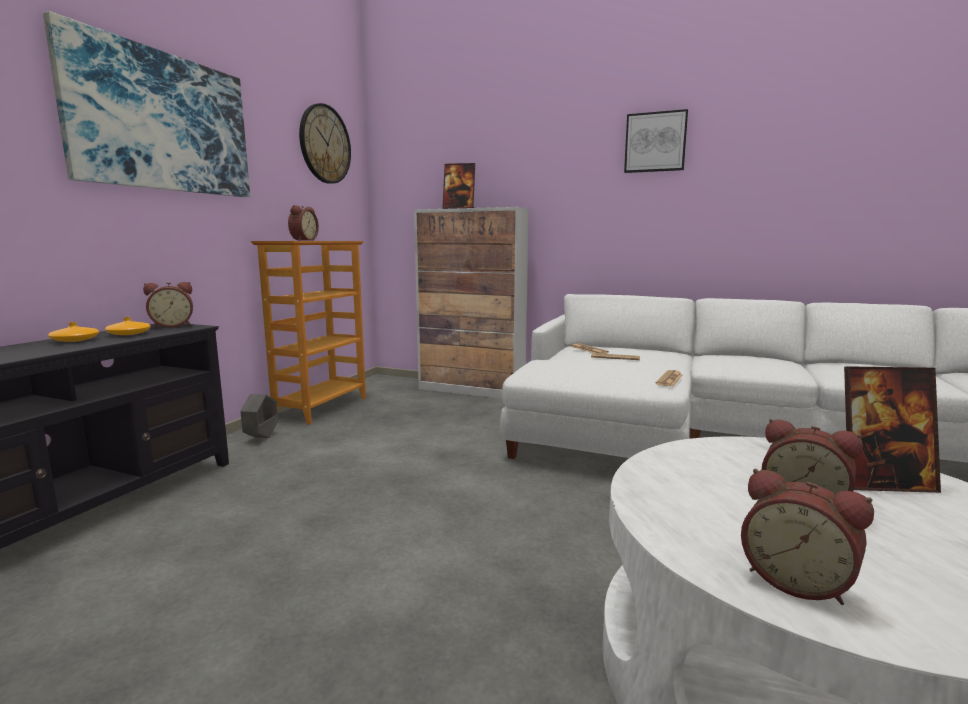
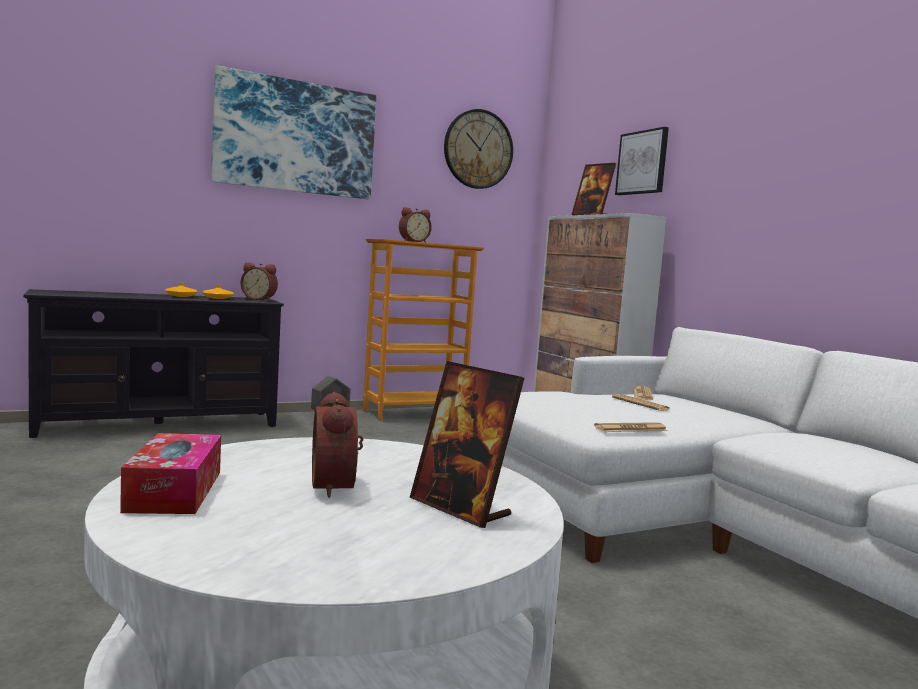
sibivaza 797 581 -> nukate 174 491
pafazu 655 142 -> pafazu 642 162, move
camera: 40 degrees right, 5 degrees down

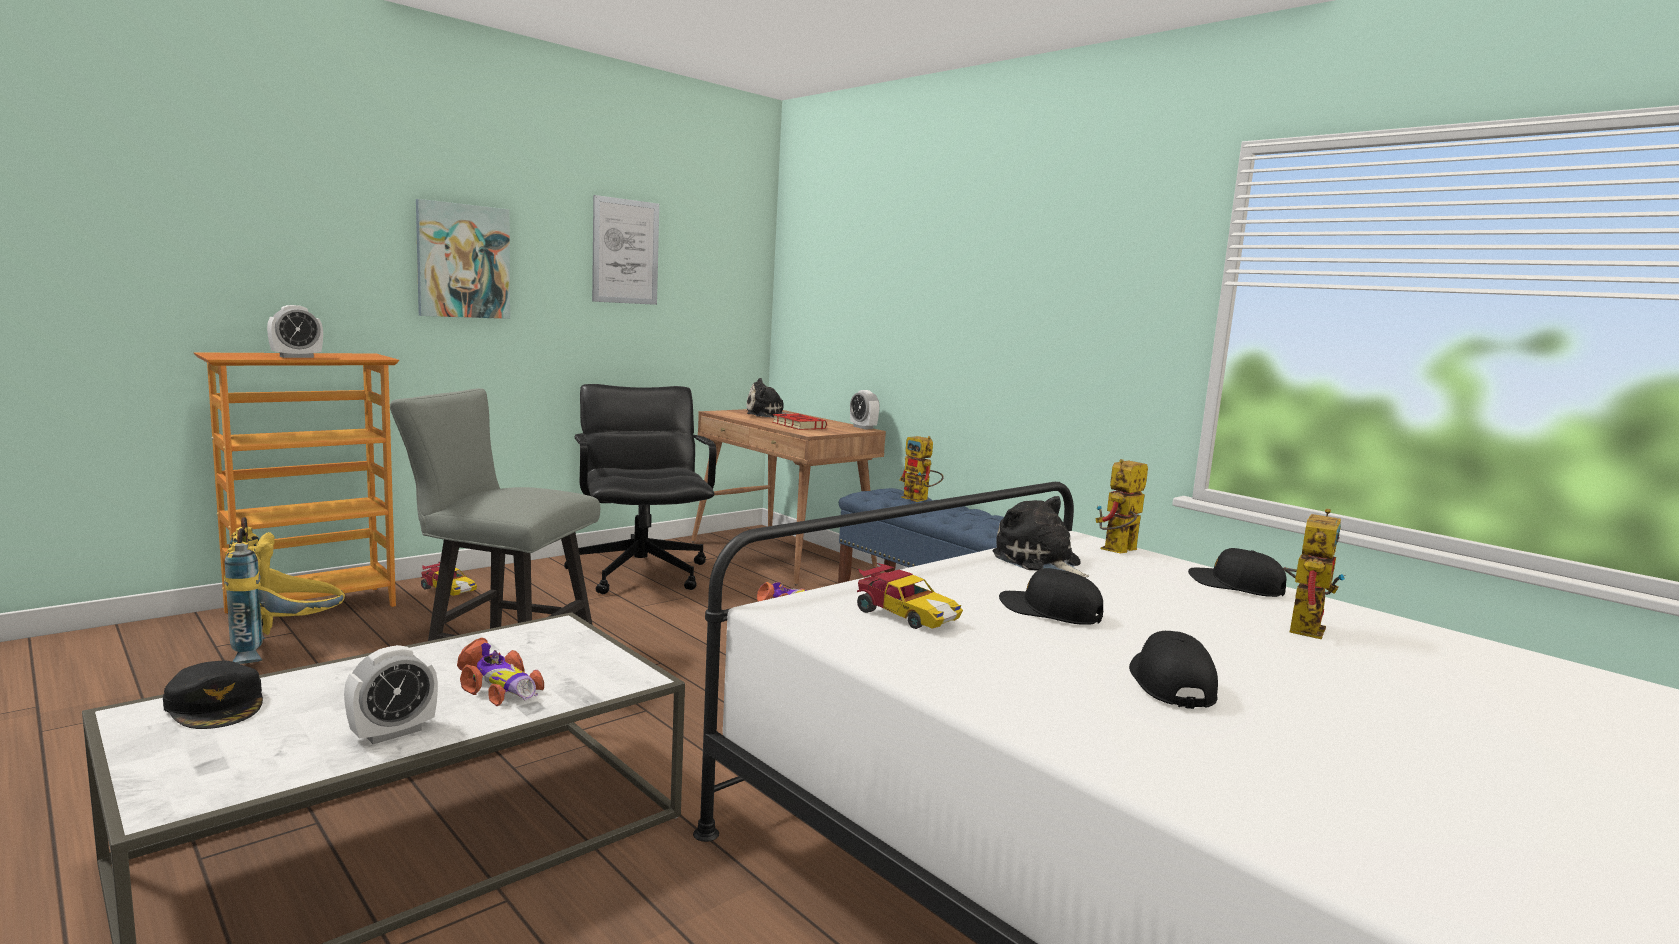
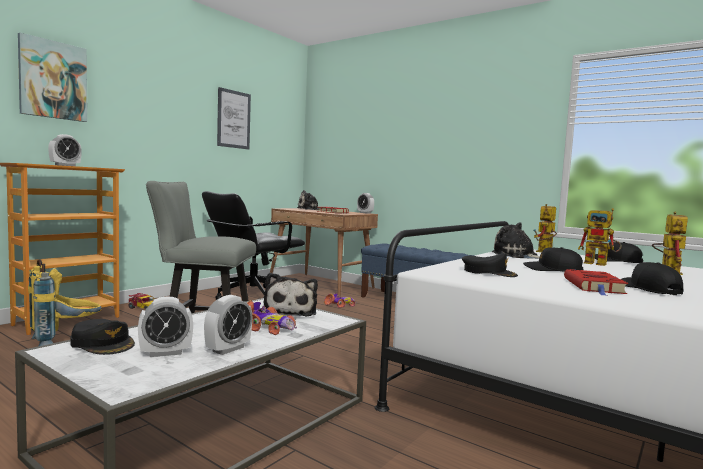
pafazu 463 261 -> pafazu 53 80, move
none -> sibivaza 165 353
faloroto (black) 641 573 -> faloroto (black) 251 296, 105 degrees counterclockwise
none -> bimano 290 311
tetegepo 904 615 -> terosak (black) 488 272
none -> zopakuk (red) 594 286
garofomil 920 499 -> garofomil 601 264, move
camera: 10 degrees left, 5 degrees down

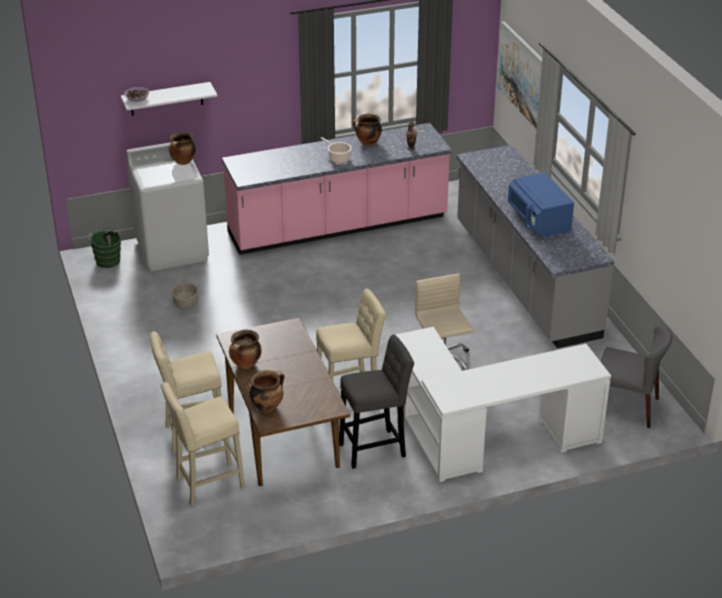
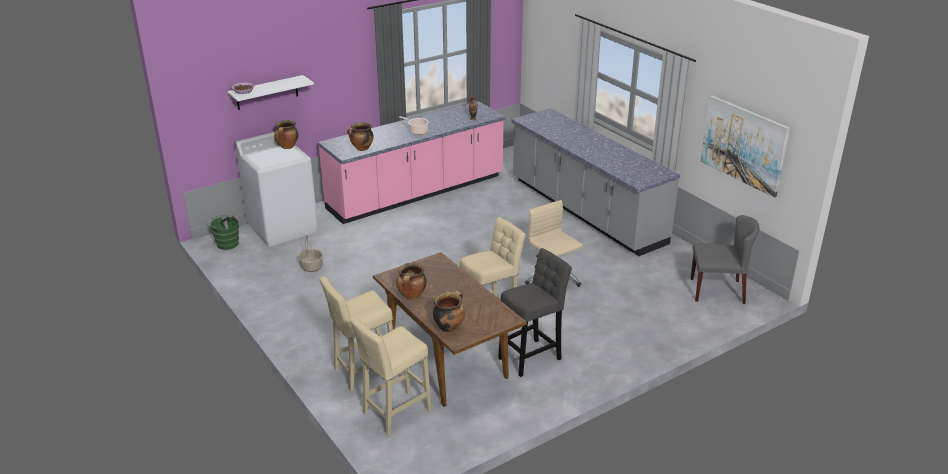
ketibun 367 143 -> ketibun 362 149, move
pafazu 522 74 -> pafazu 743 145, move
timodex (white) 484 436 -> none
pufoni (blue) 538 221 -> none
camera: 15 degrees left, 5 degrees down

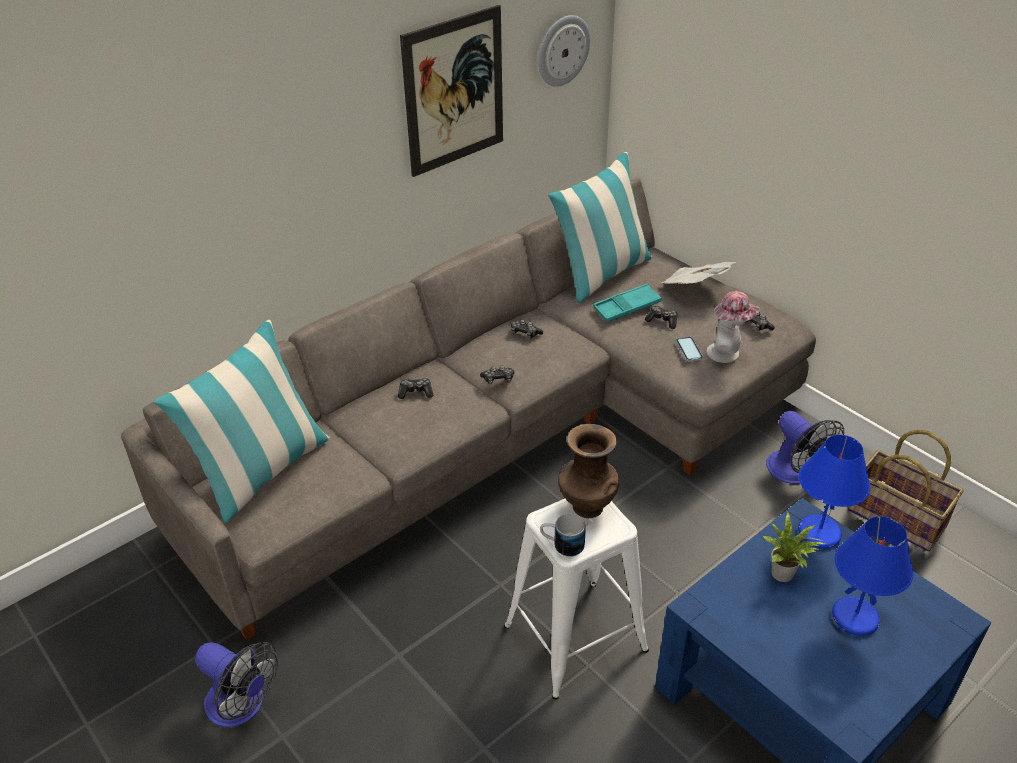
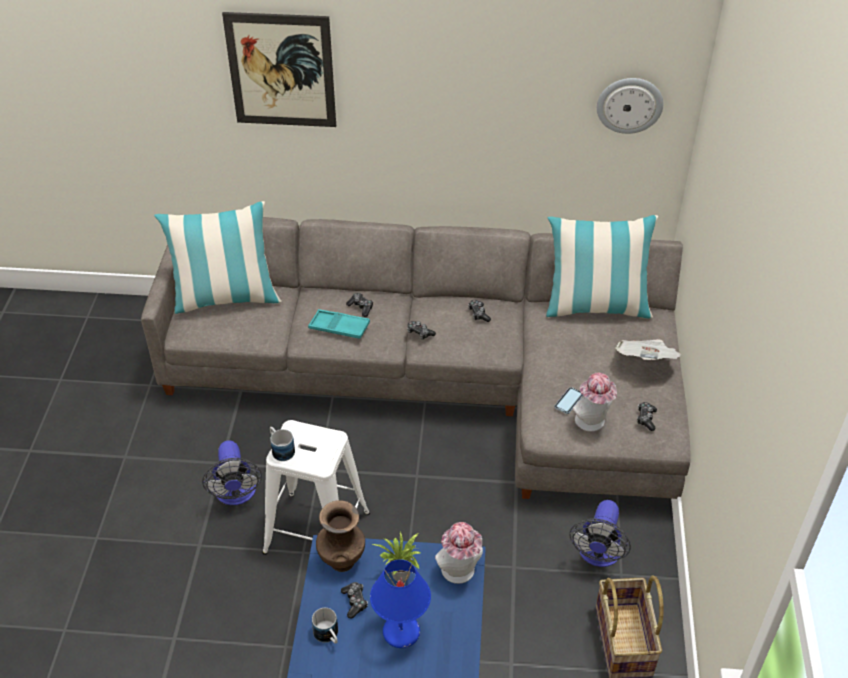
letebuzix 242 706 -> letebuzix 236 495, move
pafazu 454 91 -> pafazu 281 70, move
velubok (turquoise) 627 307 -> velubok (turquoise) 339 327, move
none -> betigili 328 636
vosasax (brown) 586 507 -> vosasax (brown) 341 560, move
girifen 662 321 -> girifen 355 602, move
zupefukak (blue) 818 532 -> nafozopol 460 573
camera: 45 degrees right, 5 degrees up

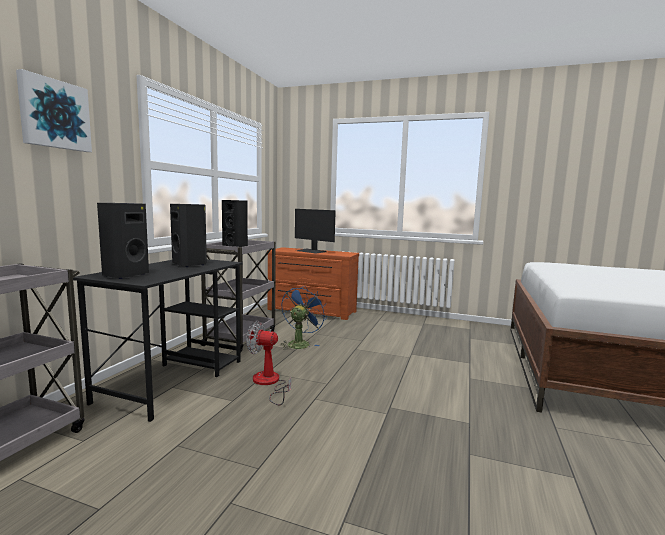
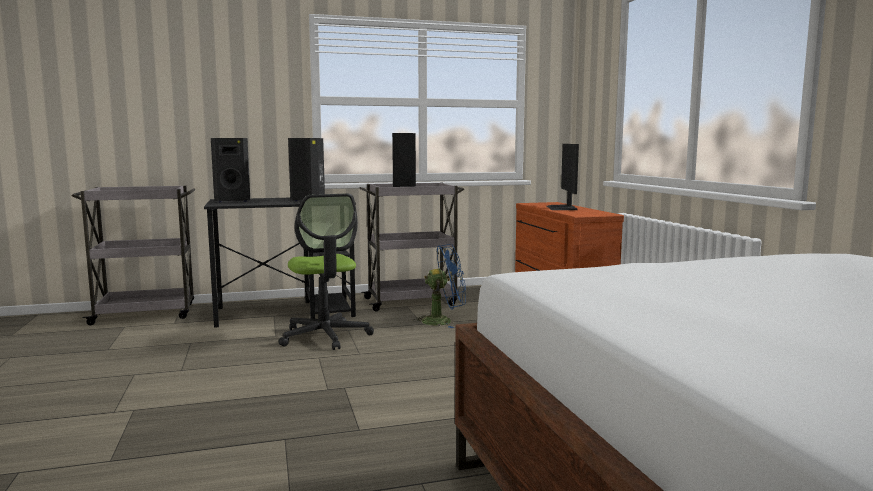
letebuzix 269 383 -> faloroto 325 336
pafazu 54 114 -> none
camera: 55 degrees right, 0 degrees up

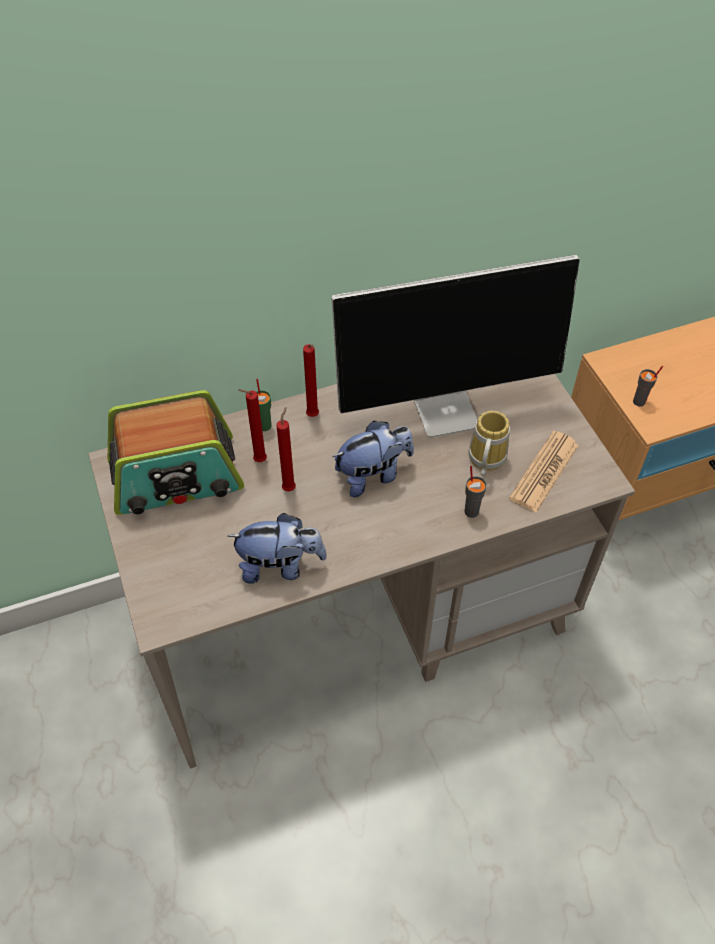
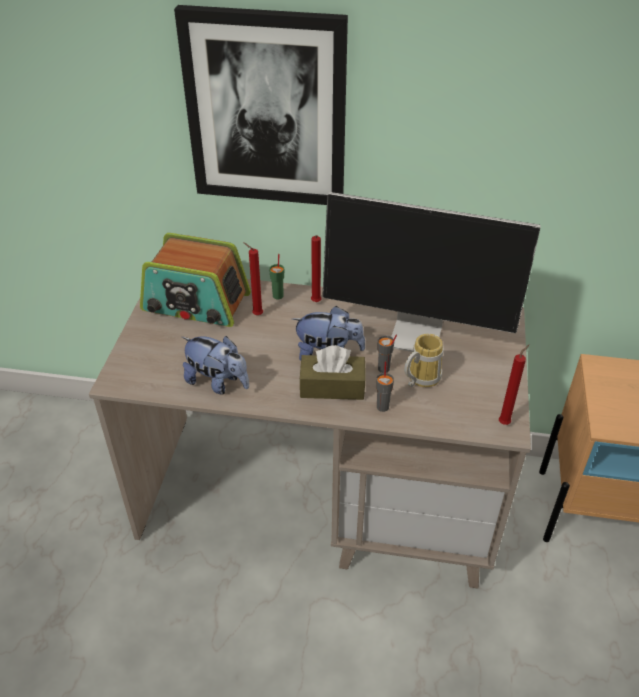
none -> pafazu 266 110
none -> nukate (brown) 332 387
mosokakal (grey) 639 402 -> mosokakal (grey) 384 369, move
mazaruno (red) 290 487 -> mazaruno (red) 505 422, move
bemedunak 544 472 -> none
camera: 30 degrees right, 10 degrees down

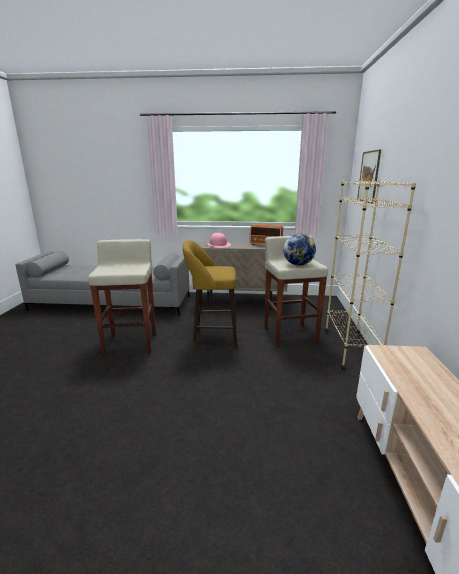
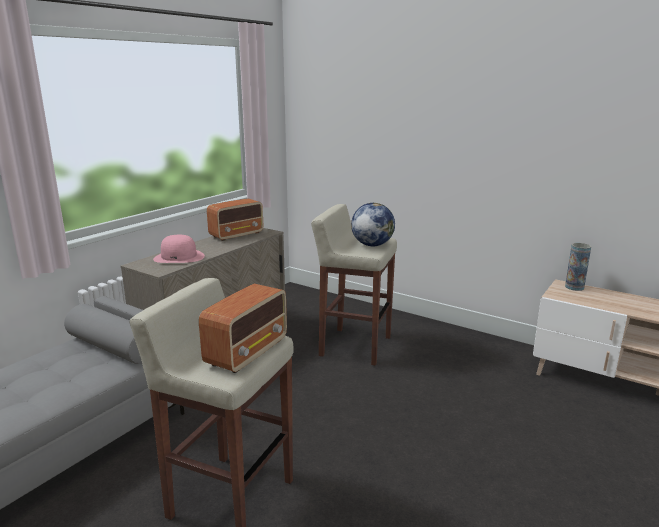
none -> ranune 248 352
none -> vosasax 574 287
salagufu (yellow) 212 337 -> none
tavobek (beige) 350 349 -> none
pafazu 368 176 -> none
camera: 60 degrees left, 0 degrees up

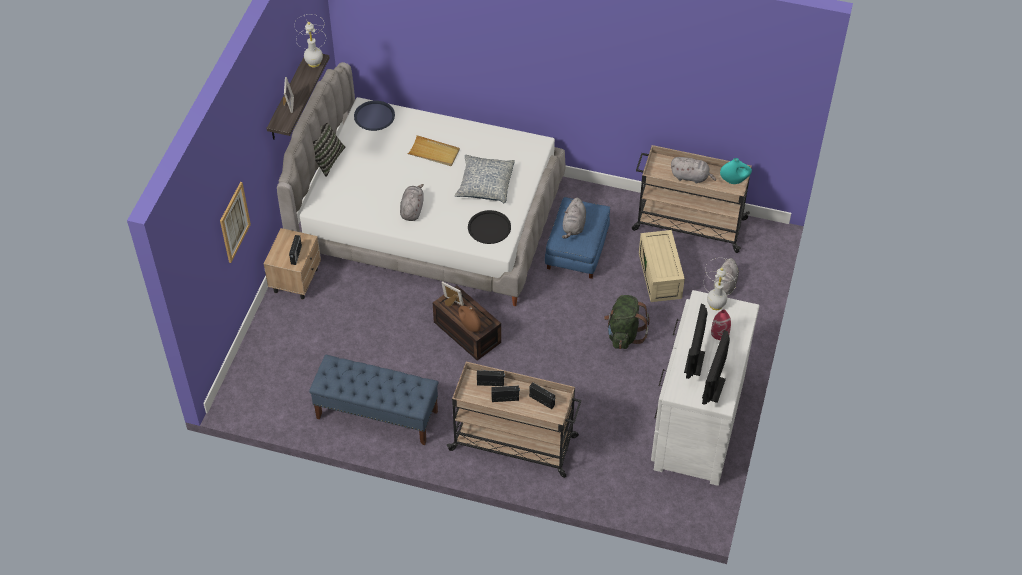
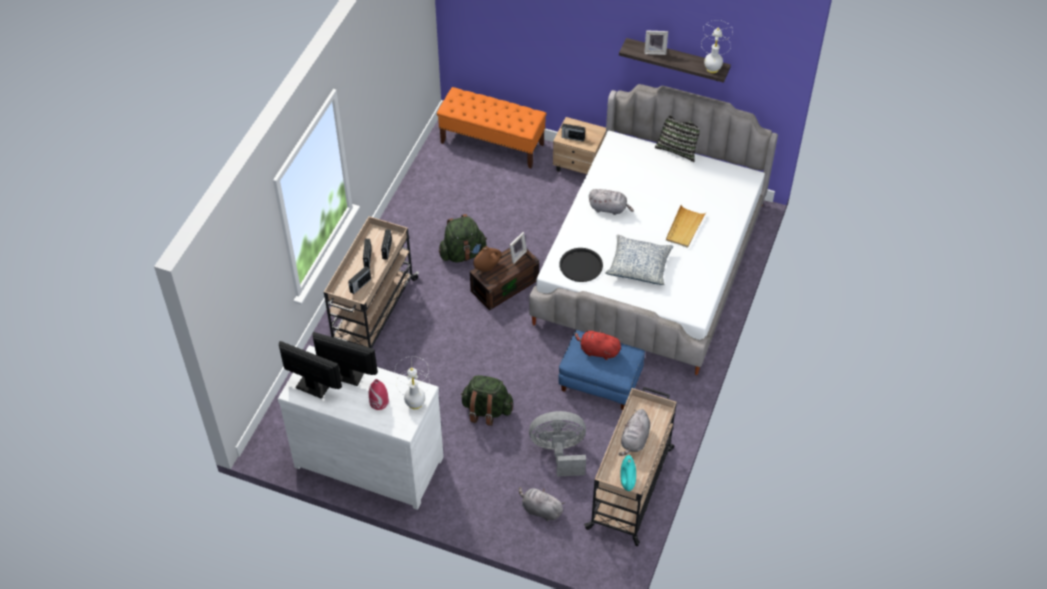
none -> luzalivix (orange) 492 143
none -> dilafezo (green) 463 253
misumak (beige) 661 276 -> letebuzix (grey) 559 452
bimano (grey) 574 226 -> bimano (red) 597 351
pafazu 234 222 -> none
luzalivix (blue) 376 415 -> none
velubok (blue) 374 116 -> none
camera: 95 degrees right, 0 degrees up

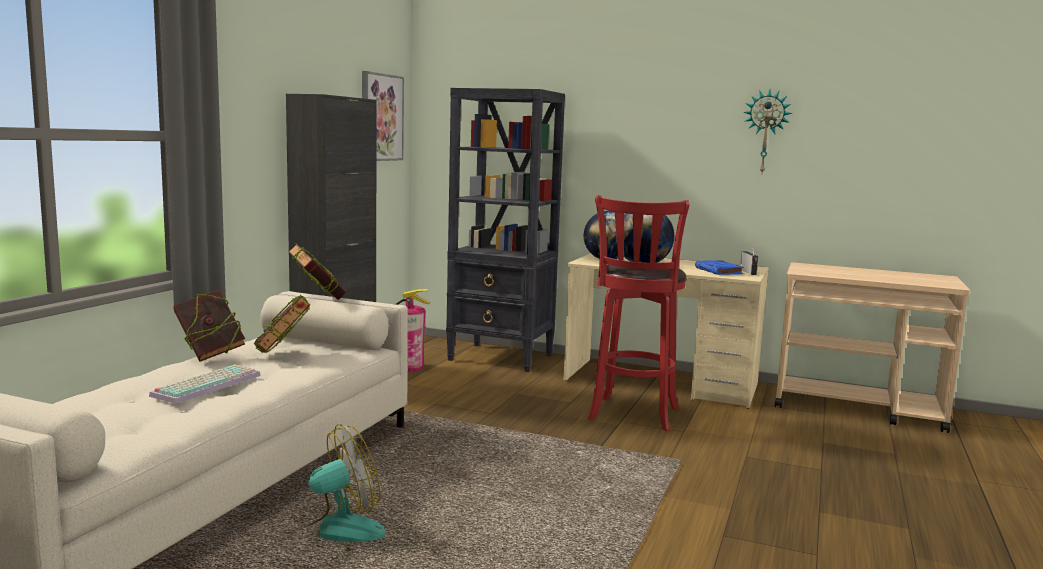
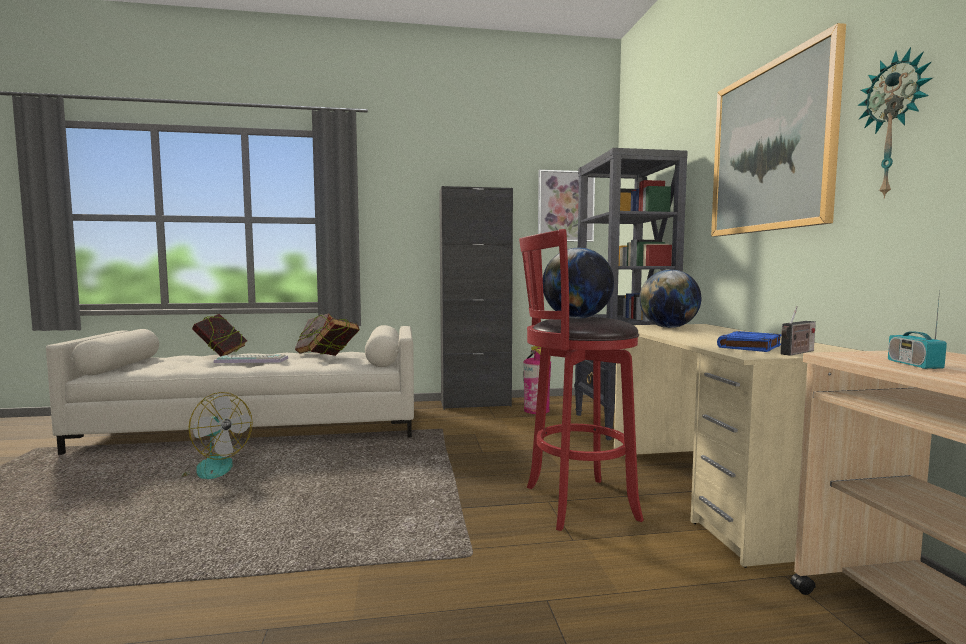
zopakuk 317 299 -> zopakuk 221 355, move
none -> pafazu 770 148
none -> ranune 914 365
camera: 60 degrees right, 5 degrees down

